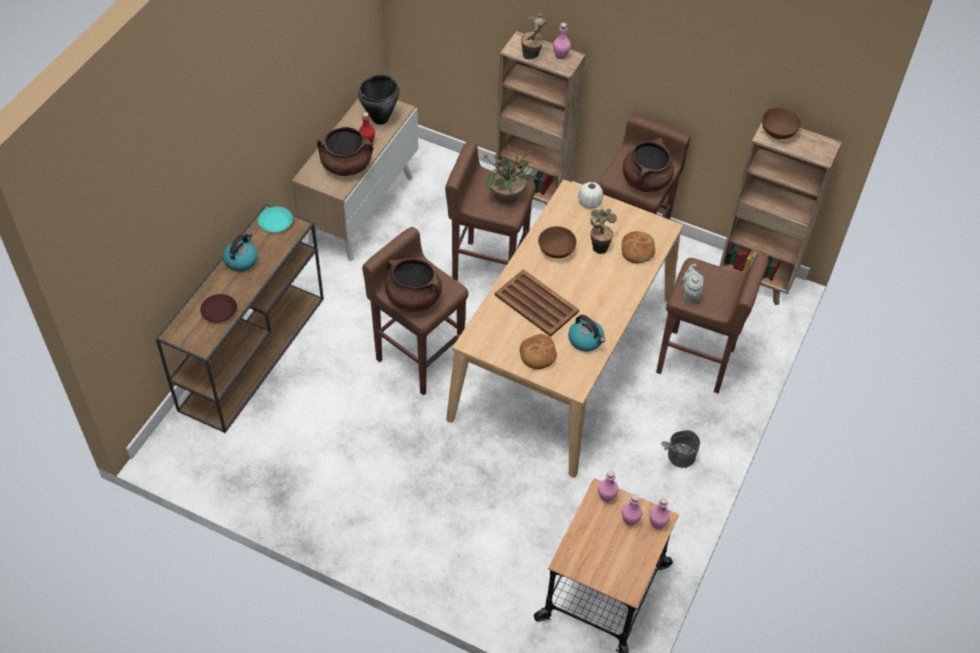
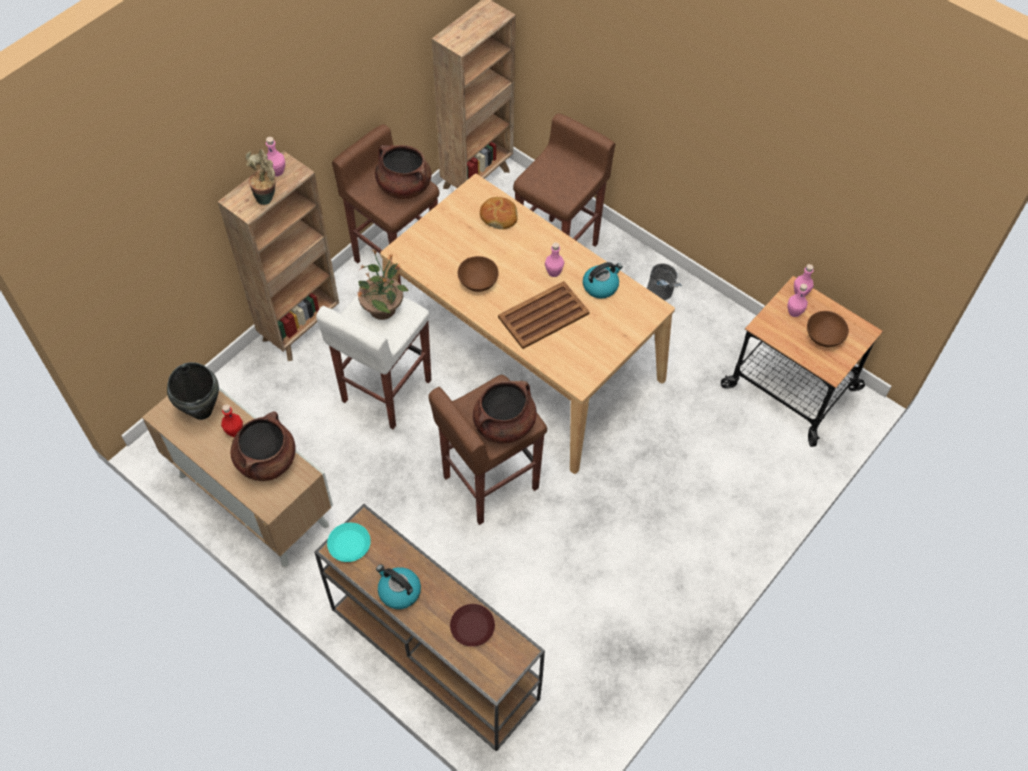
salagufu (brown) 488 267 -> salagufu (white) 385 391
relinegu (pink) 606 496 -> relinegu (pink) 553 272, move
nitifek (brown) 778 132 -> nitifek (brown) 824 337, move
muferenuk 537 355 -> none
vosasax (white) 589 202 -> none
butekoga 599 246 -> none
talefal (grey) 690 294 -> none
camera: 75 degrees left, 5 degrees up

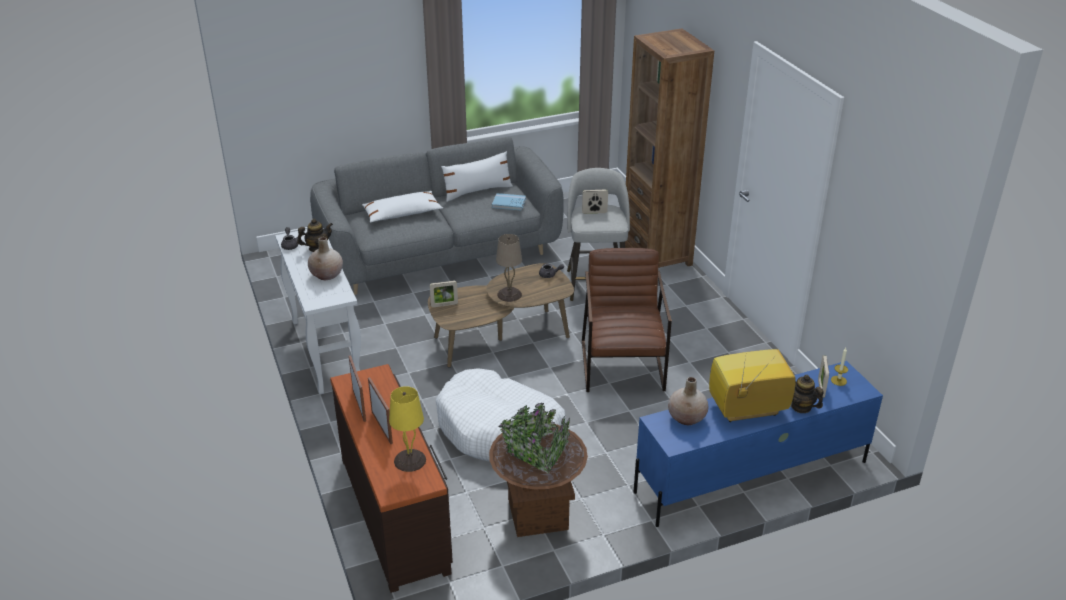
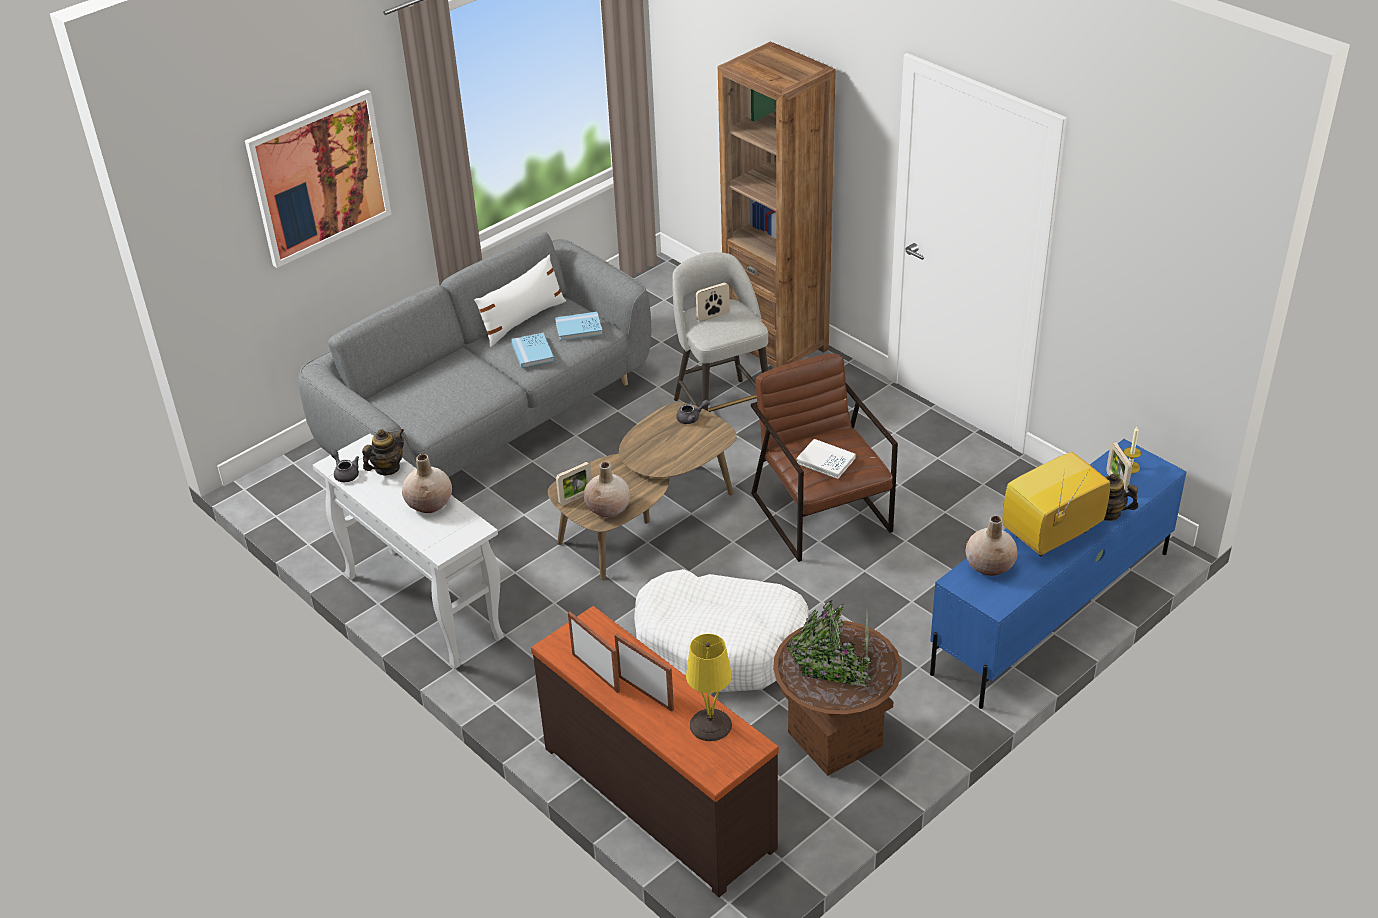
none -> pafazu 319 178
none -> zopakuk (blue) 532 352
none -> vosasax (beige) 608 508
none -> zopakuk (white) 825 461
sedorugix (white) 402 214 -> none
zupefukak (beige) 509 295 -> none
camera: 20 degrees left, 5 degrees up

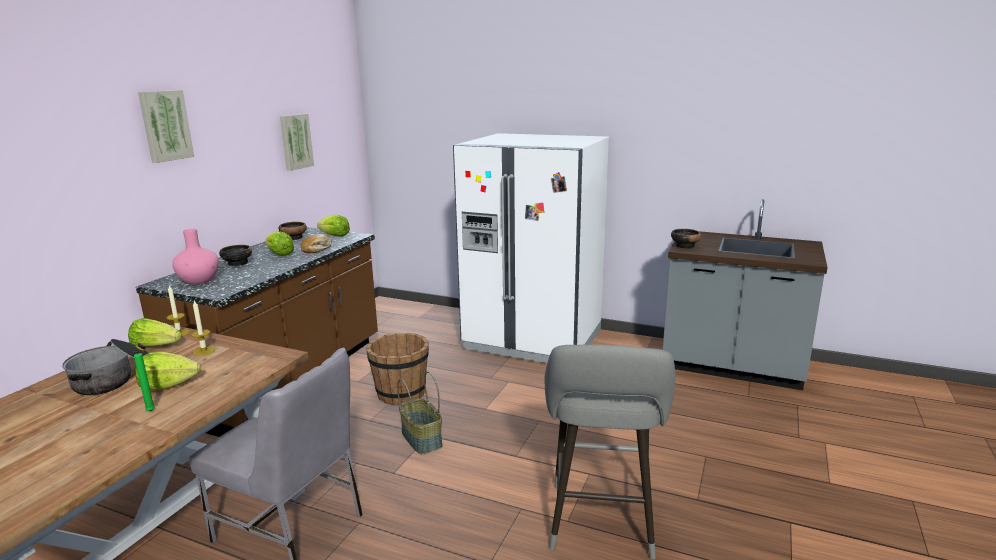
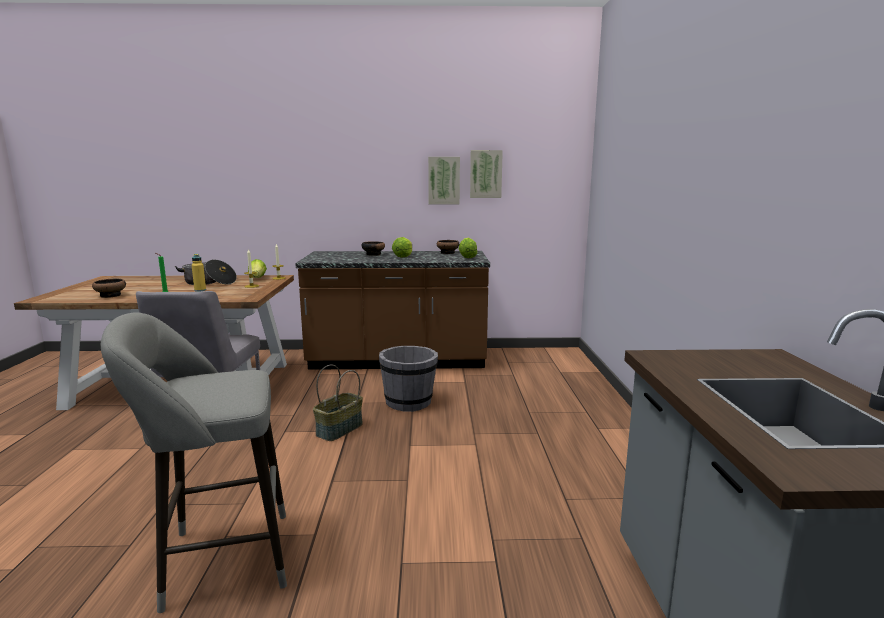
nitifek 684 246 -> nitifek 111 295, move
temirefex 168 385 -> relinegu (yellow) 200 290
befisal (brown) 401 393 -> befisal (grey) 409 402
pafazu 165 125 -> pafazu 444 180, move
vosasax (pink) 199 280 -> none
muferenuk 317 249 -> none
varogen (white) 533 340 -> none
camera: 65 degrees right, 5 degrees down

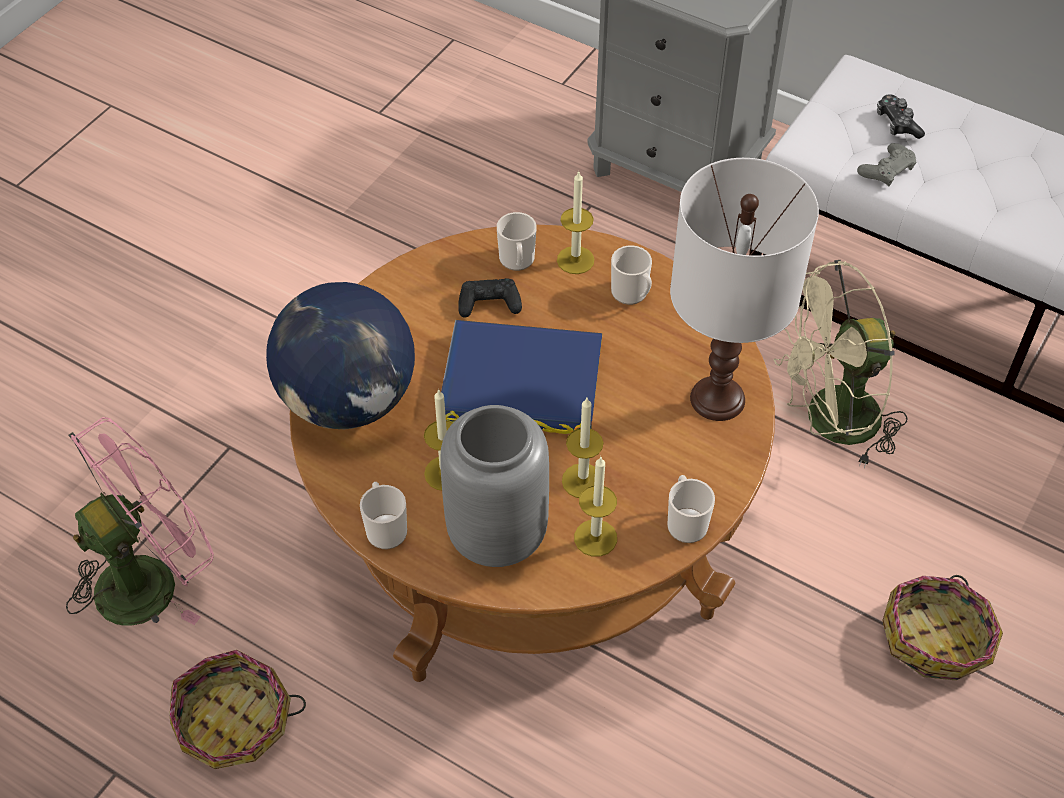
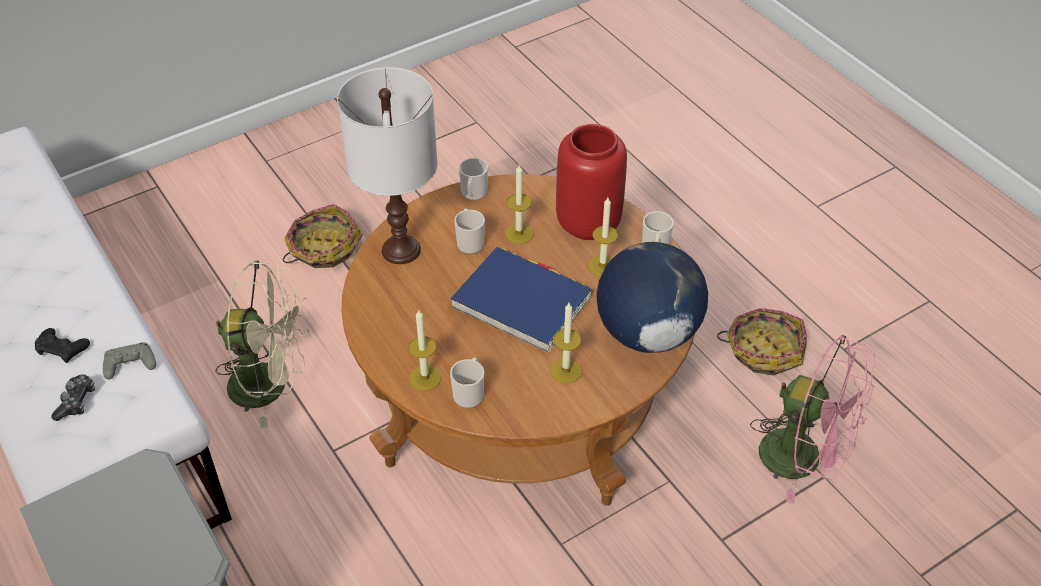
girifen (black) 489 303 -> girifen (black) 62 349, move
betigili 632 294 -> betigili 469 242, move
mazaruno 595 538 -> mazaruno 565 371, move
vosasax (grey) 499 534 -> vosasax (red) 587 223
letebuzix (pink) 150 577 -> letebuzix (pink) 804 459, 135 degrees counterclockwise
camera: 155 degrees left, 5 degrees down

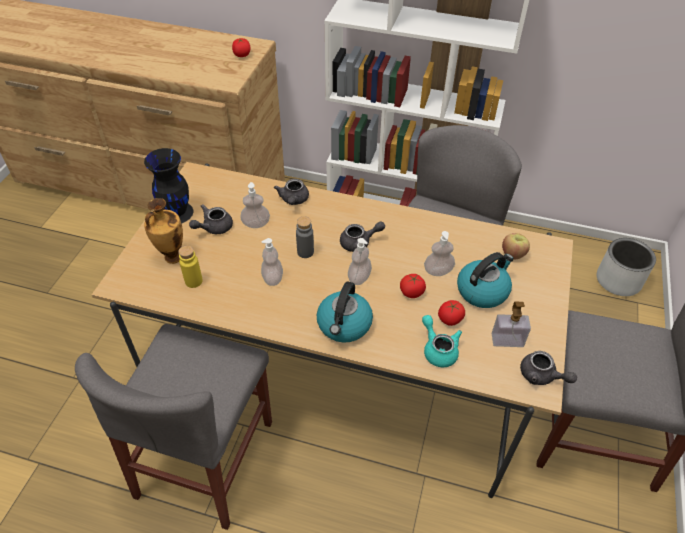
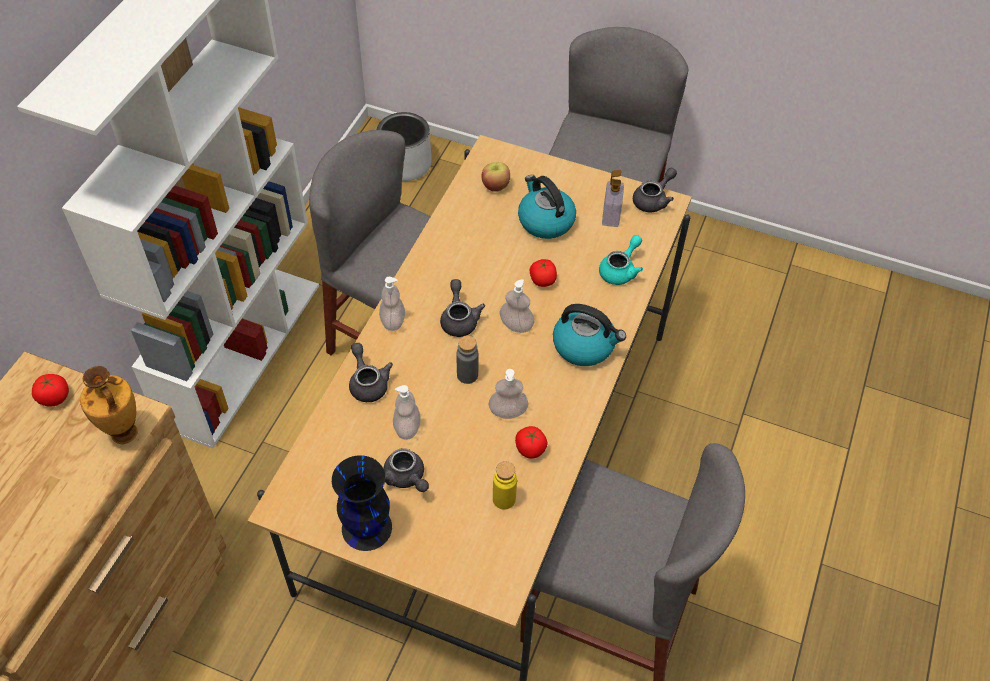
vosasax 172 257 -> vosasax 124 435, move
talefal (grey) 293 200 -> talefal (grey) 368 382, 120 degrees counterclockwise
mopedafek 438 271 -> mopedafek 393 321, move
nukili 450 319 -> nukili 530 449, move
talefal (turquoise) 438 349 -> talefal (turquoise) 620 270, 150 degrees clockwise
camera: 85 degrees left, 5 degrees up

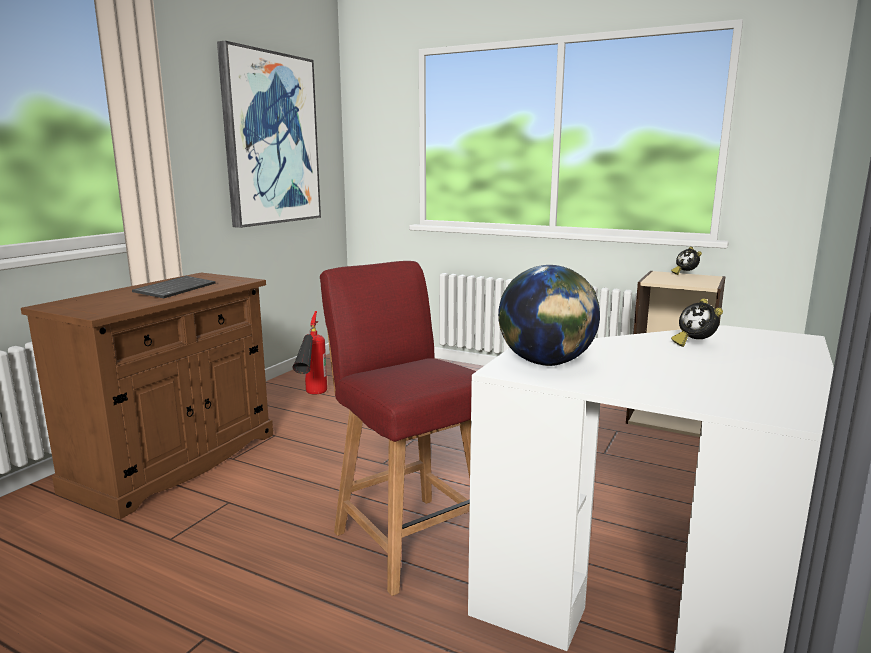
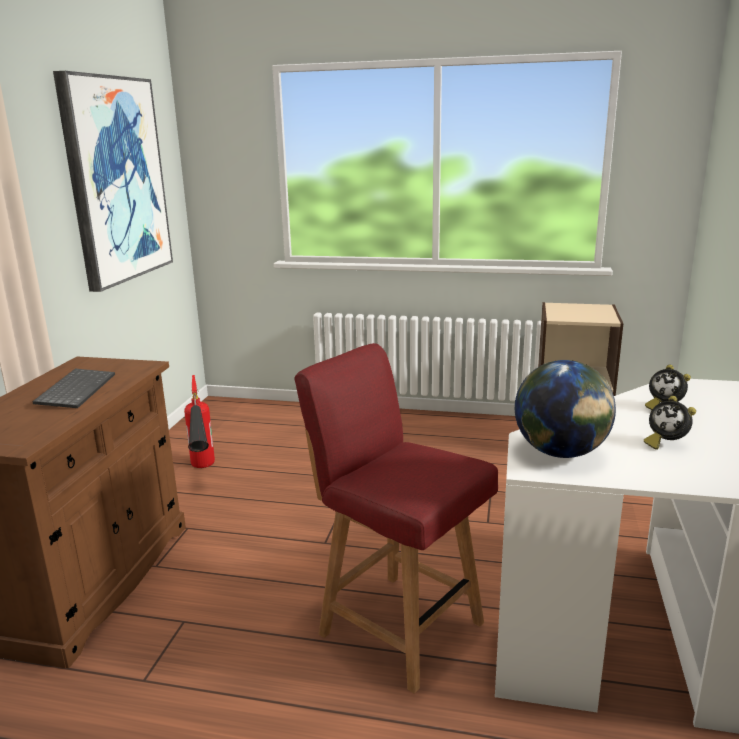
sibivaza 685 274 -> sibivaza 665 443, move
camera: 15 degrees left, 5 degrees up

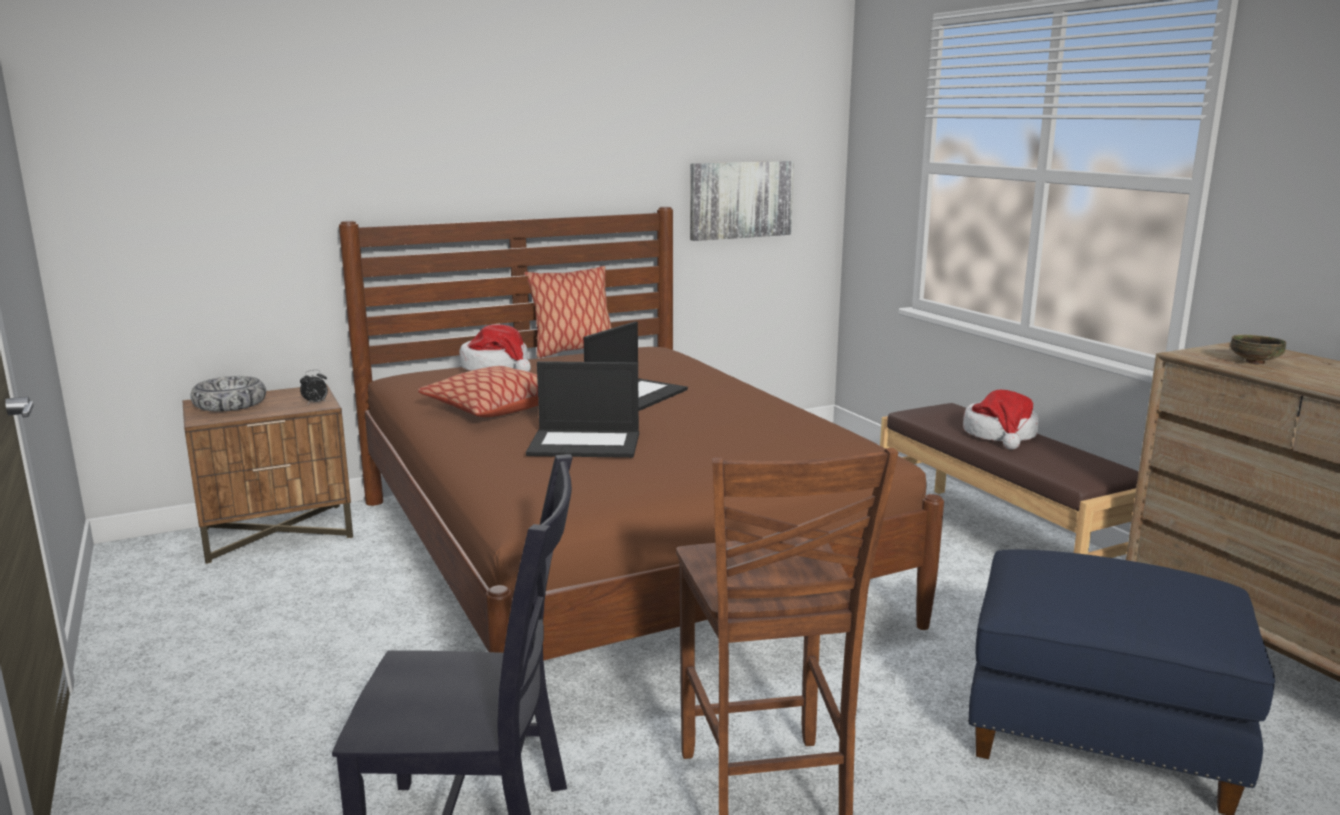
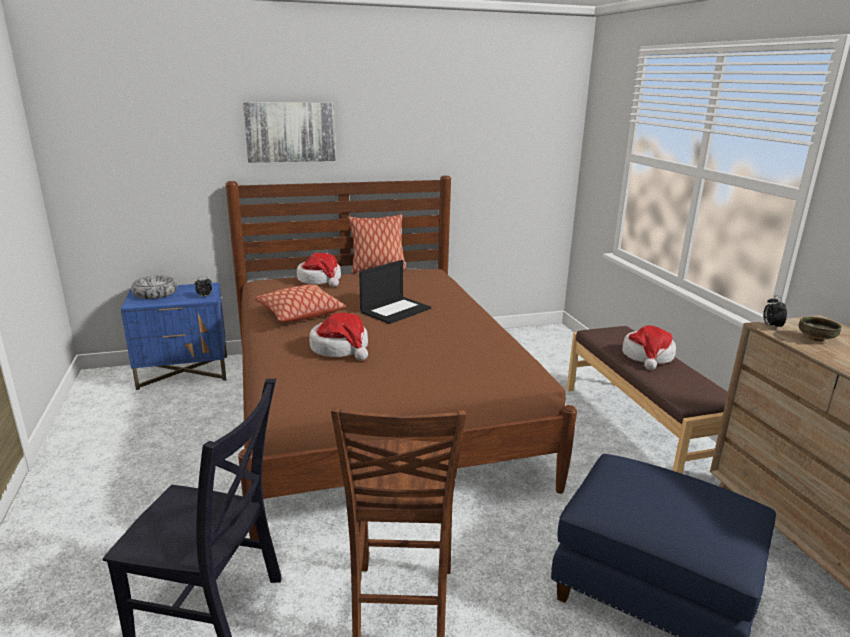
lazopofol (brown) 278 532 -> lazopofol (blue) 184 372
pafazu 740 199 -> pafazu 290 132, move
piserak 586 443 -> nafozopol 341 348
none -> sibivaza 771 326
camera: 10 degrees right, 5 degrees up

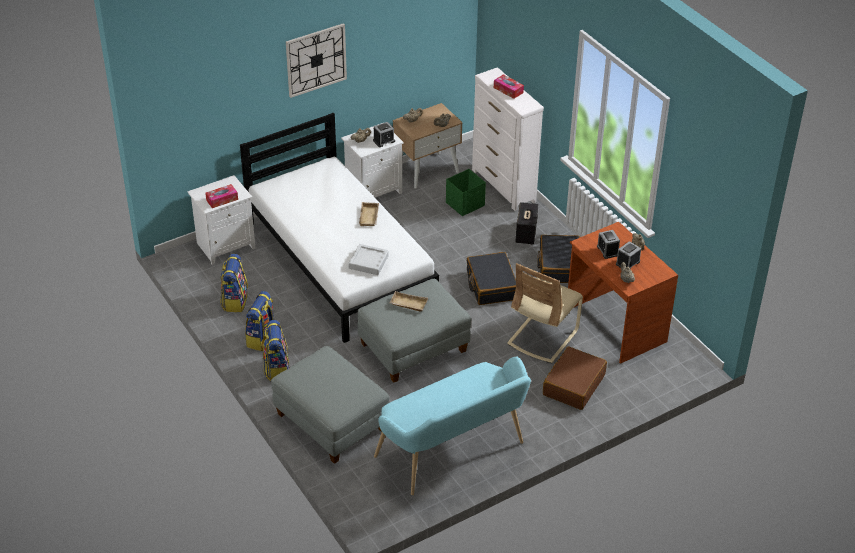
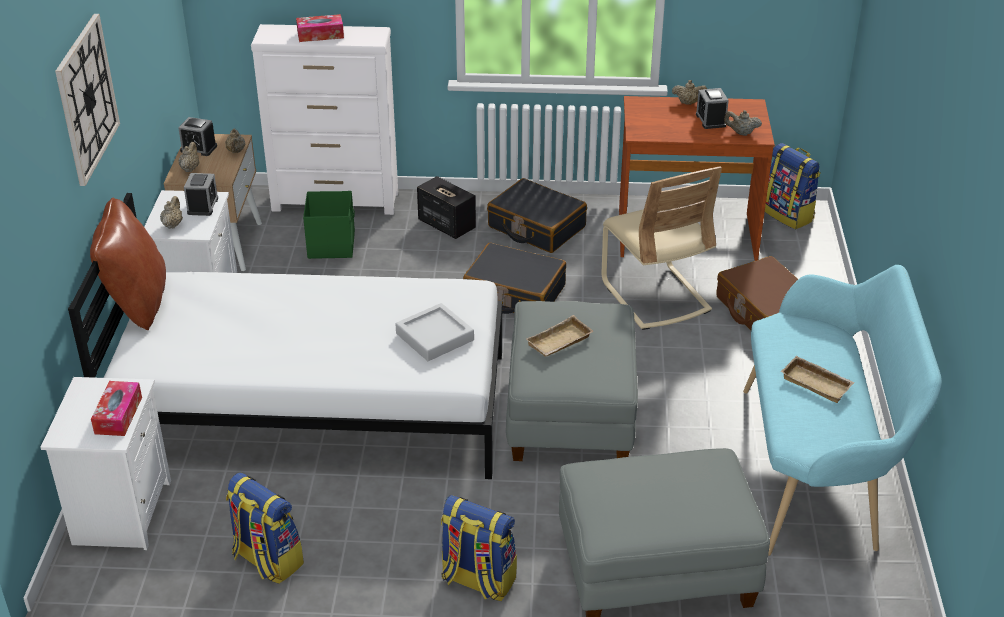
none -> sedorugix (brown) 137 303
sibivaza 607 250 -> sibivaza 198 148, move
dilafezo 262 339 -> dilafezo 788 215, move
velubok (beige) 370 217 -> velubok (beige) 818 383, move
camera: 55 degrees left, 5 degrees down

